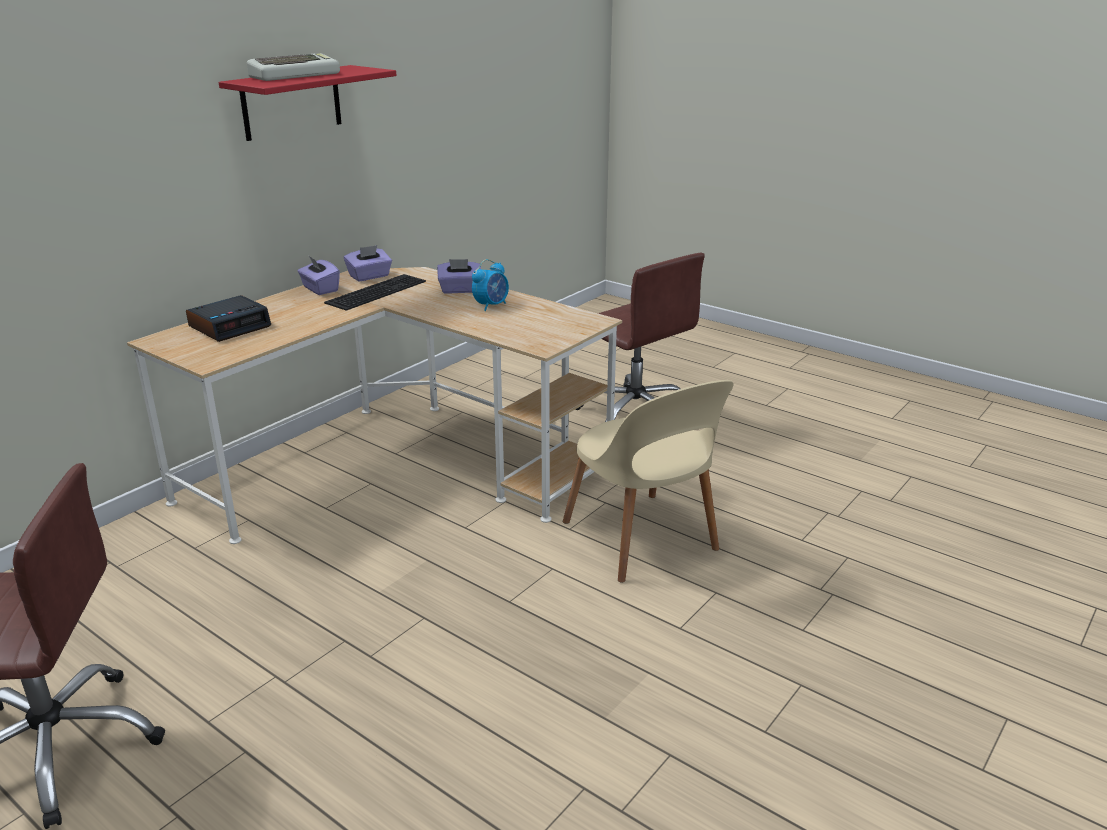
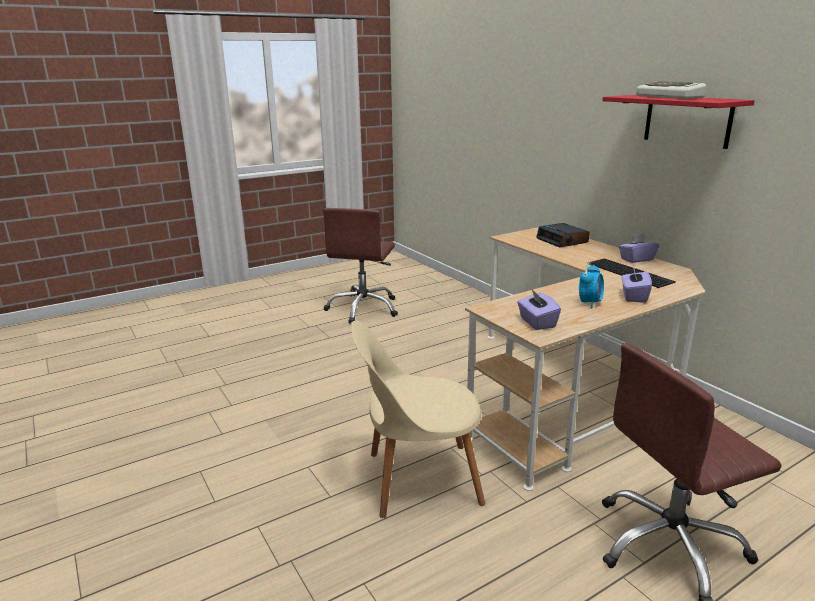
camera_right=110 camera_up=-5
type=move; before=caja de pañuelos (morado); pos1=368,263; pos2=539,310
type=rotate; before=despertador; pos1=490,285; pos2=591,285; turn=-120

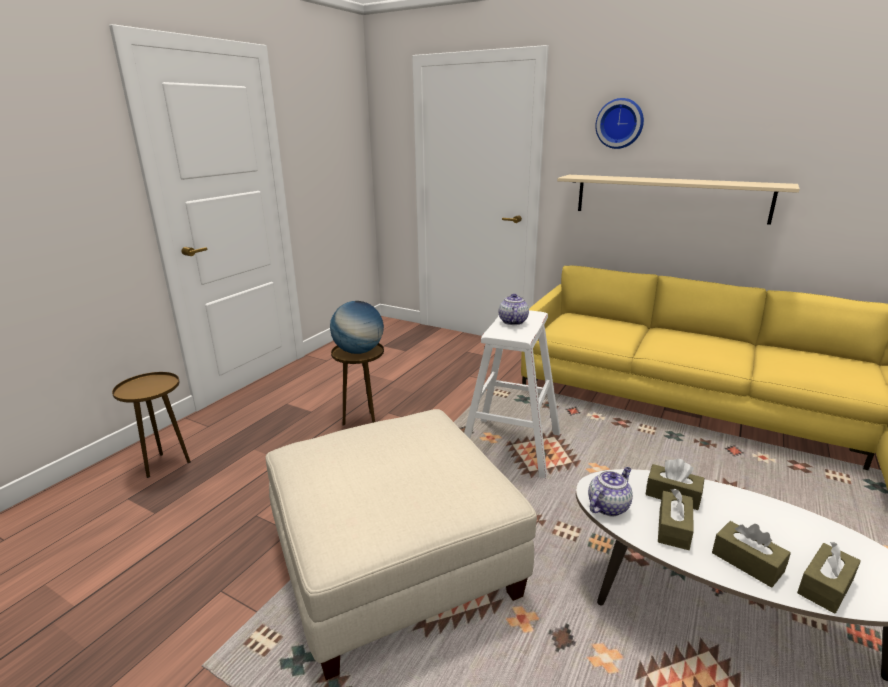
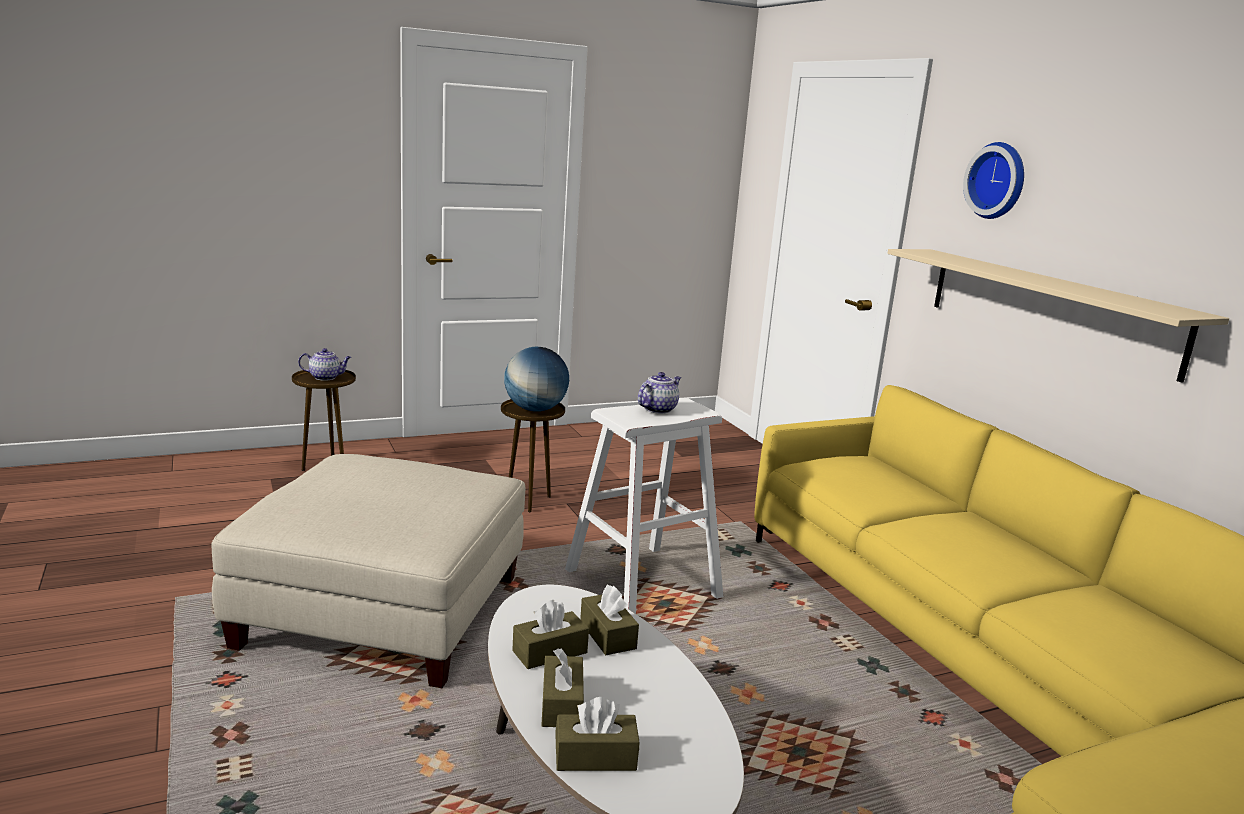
camera_right=35 camera_up=-5
type=move; before=tetera; pos1=610,491; pos2=324,364

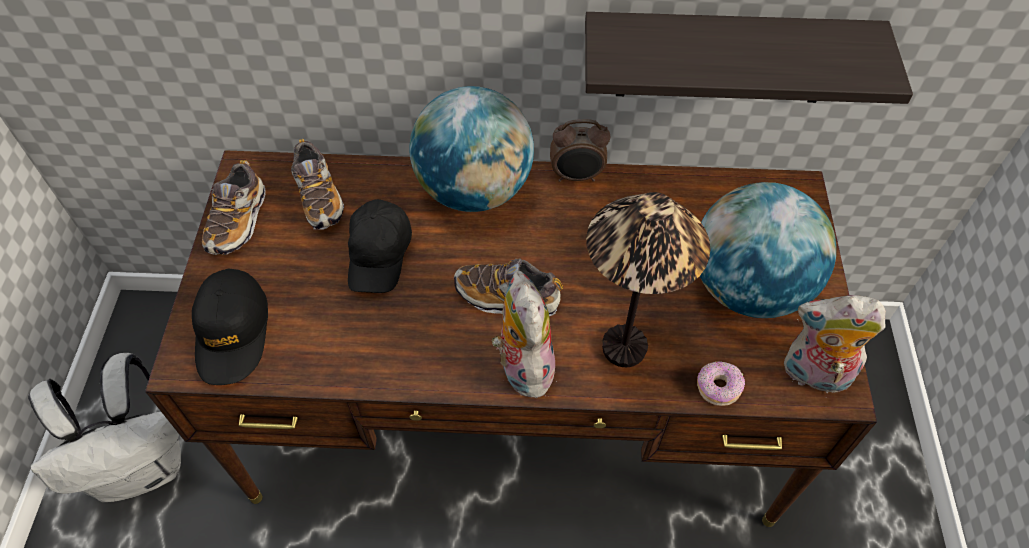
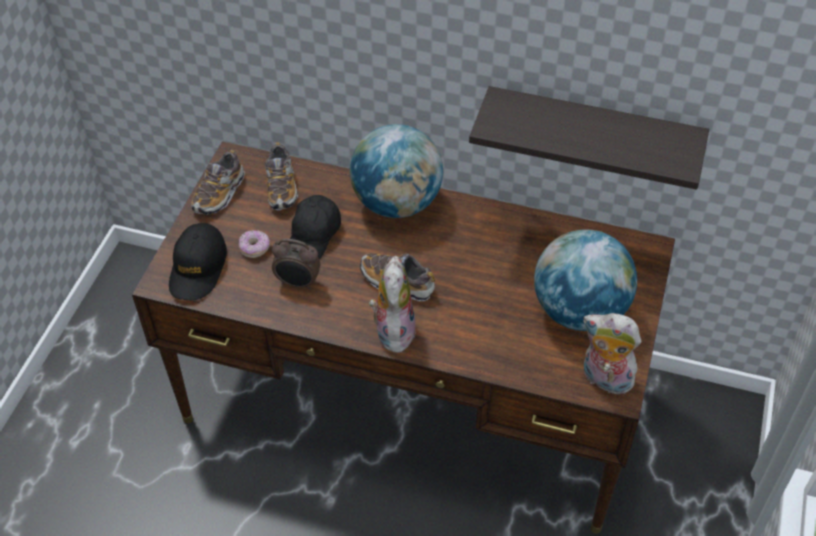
camera_right=15 camera_up=-5
type=delete; before=mochila (blanco); pos1=104,427
type=delete; before=lámpara de mesa; pos1=648,279
type=move; before=despertador; pos1=580,150; pos2=296,264
type=move; before=rosquilla; pos1=721,383; pos2=254,244

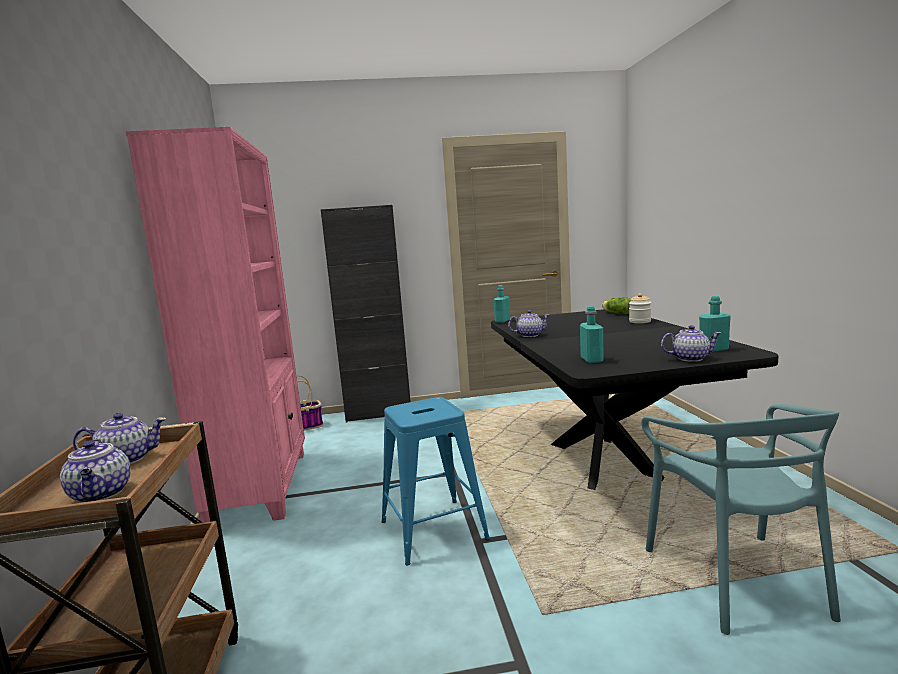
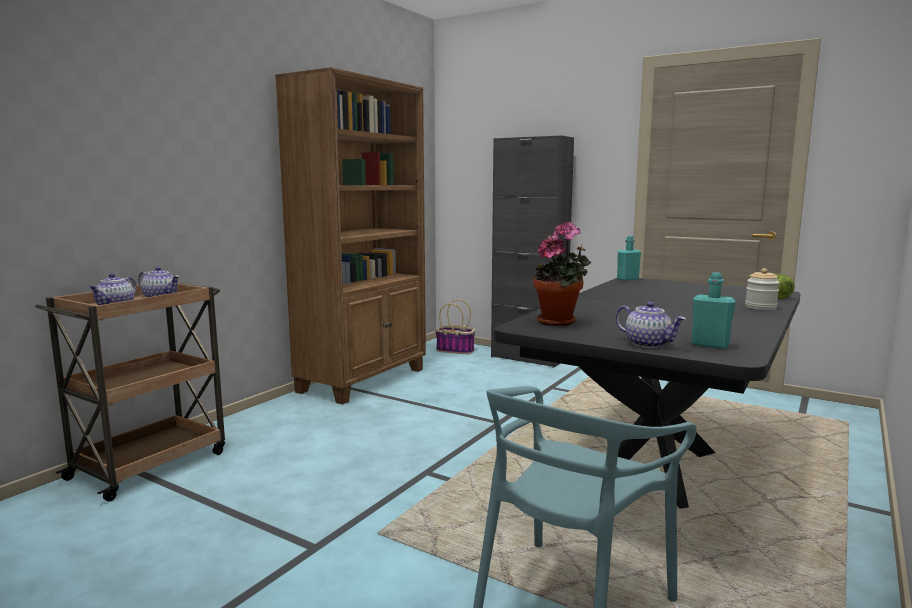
camera_right=40 camera_up=0
type=delete; before=taburete (azul); pos1=436,481
type=delete; before=tetera; pos1=529,323
type=replace; before=botella (turquesa); after=planta en maceta; pos1=592,334; pos2=562,274
type=recolor; before=estantería (rosa); after=estantería (marrón); pos1=215,324; pos2=350,236

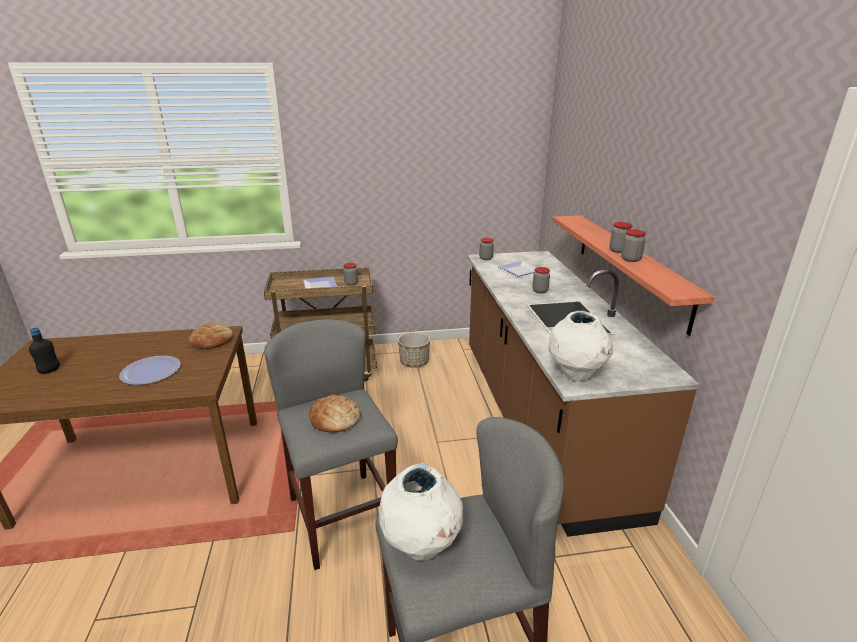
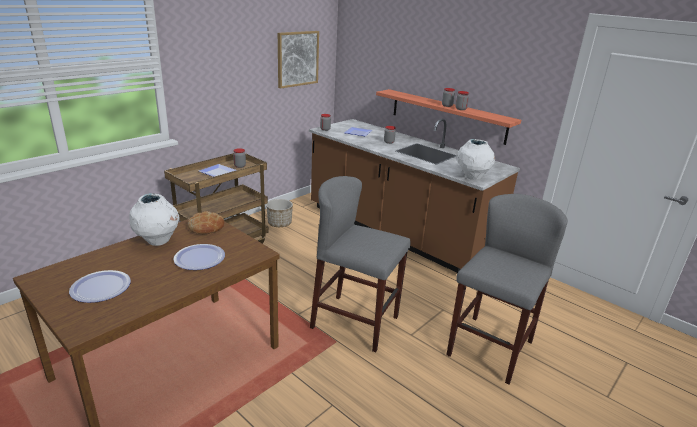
camera_right=-40 camera_up=0
type=delete; before=pan; pos1=335,413
type=insert; after=cuadro; pos2=298,60
type=move; before=florero (blanco); pos1=421,512; pos2=154,219
type=replace; before=botella (negro); after=plato; pos1=44,350; pos2=100,286

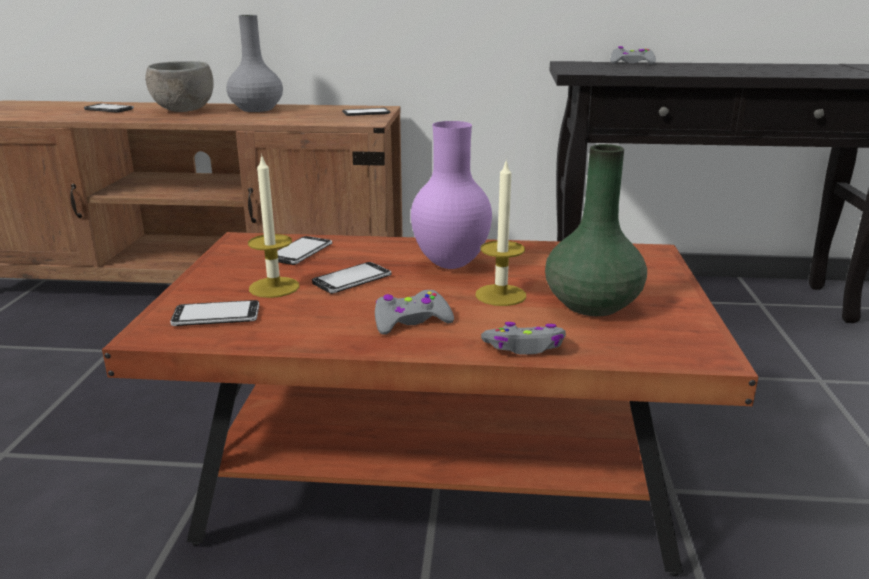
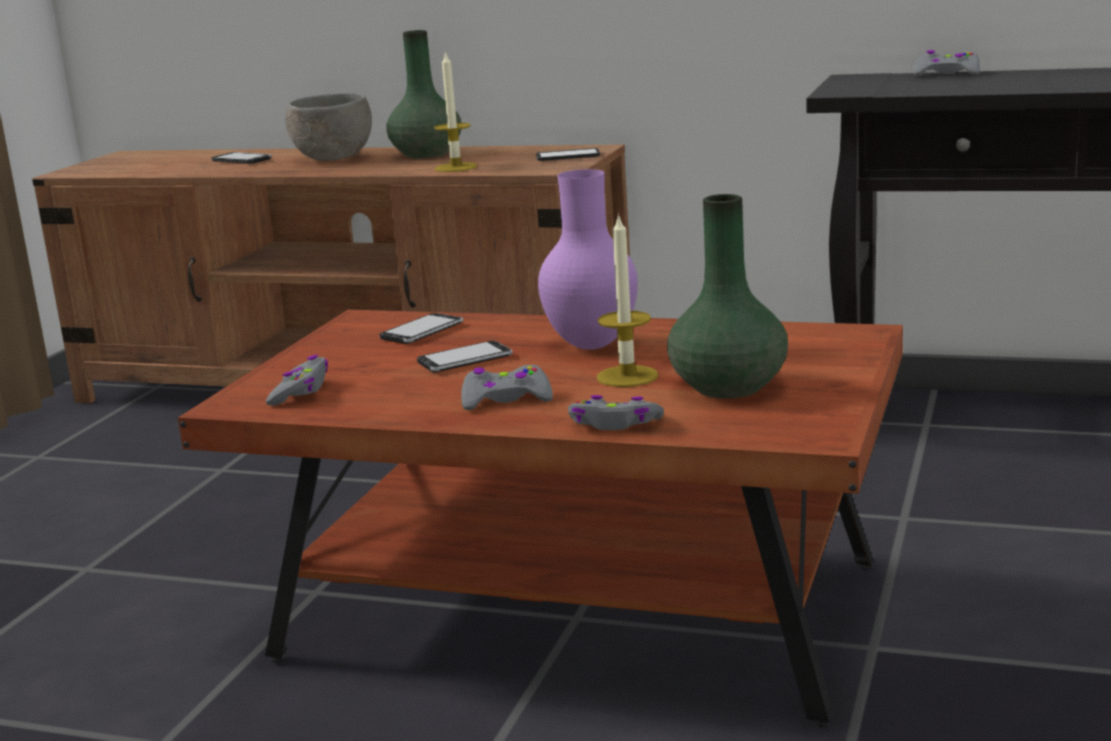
camera_right=15 camera_up=-5
type=move; before=vela; pos1=273,226; pos2=455,111
type=replace; before=móvil; after=mando de consola (gris); pos1=214,313; pos2=297,380
type=recolor; before=florero (gris); after=florero (verde); pos1=254,63; pos2=423,94

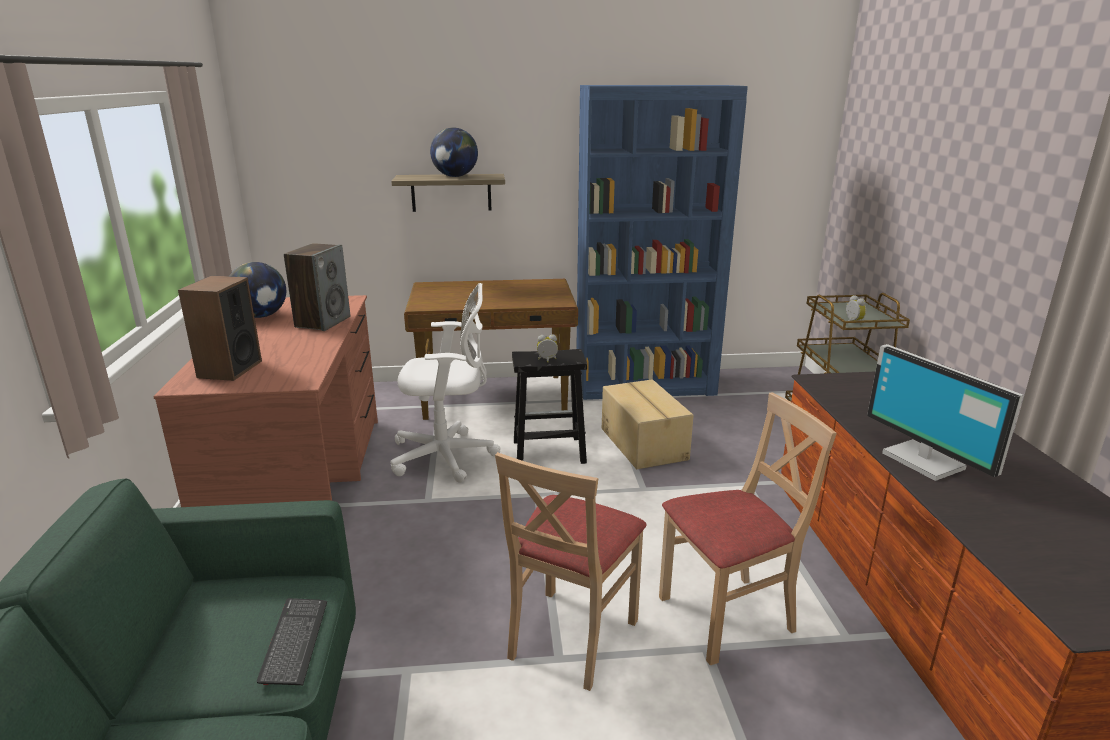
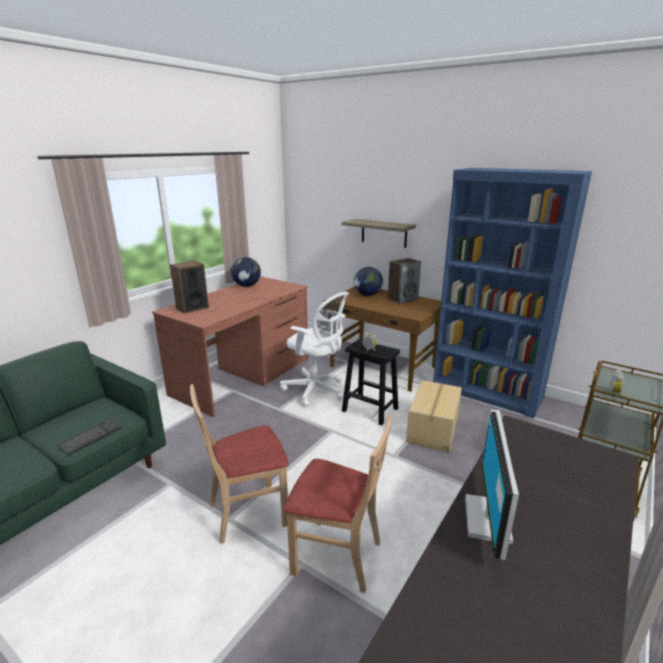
camera_right=40 camera_up=0
type=move; before=altavoz; pos1=317,287; pos2=404,281
type=move; before=globo terráqueo; pos1=454,152; pos2=368,281

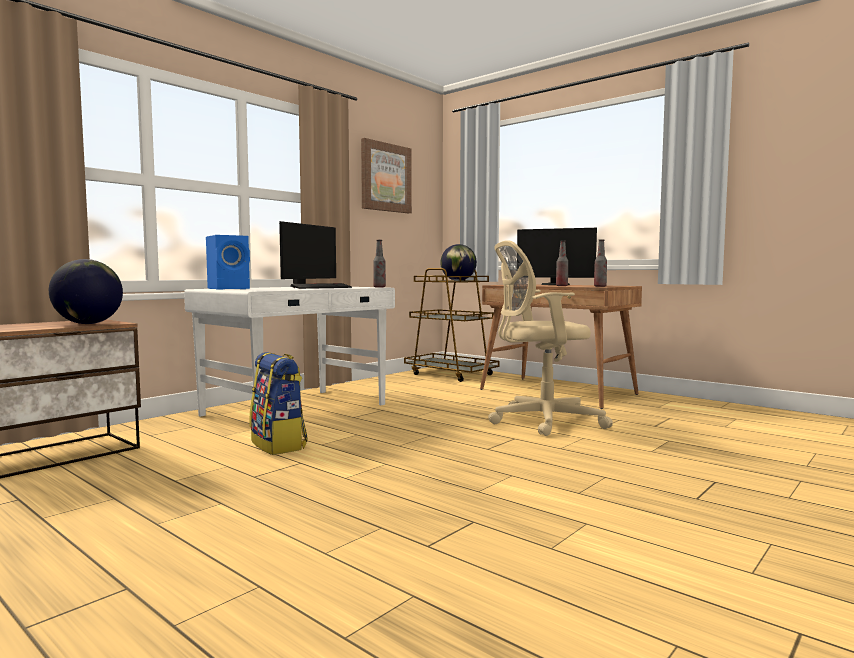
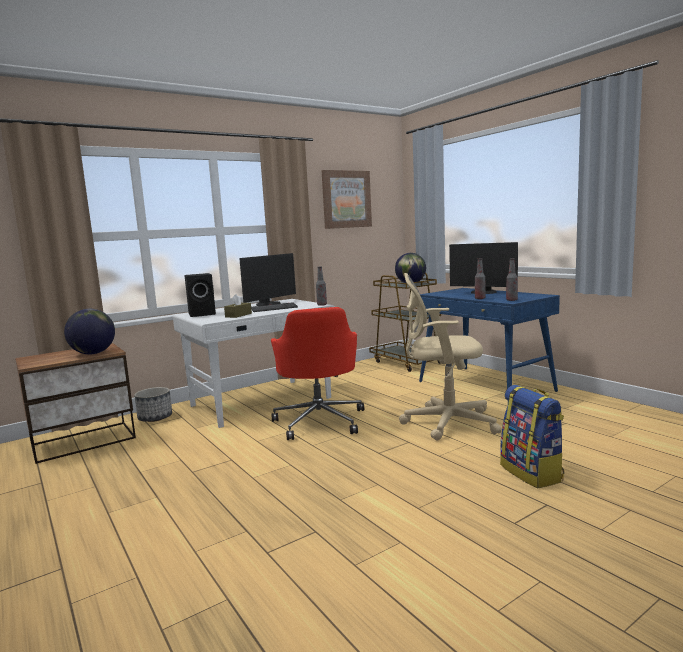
camera_right=15 camera_up=5
type=insert; after=maceta; pos2=153,404
type=insert; after=caja de pañuelos (marrón); pos2=238,306
type=insert; after=silla de oficina (rojo); pos2=317,373
type=move; before=mochila; pos1=278,403; pos2=532,436
type=recolor; before=altavoz (azul); after=altavoz (negro); pos1=228,262; pos2=200,295
type=recolor; before=escritorio (marrón); after=escritorio (azul); pos1=561,346; pos2=489,345

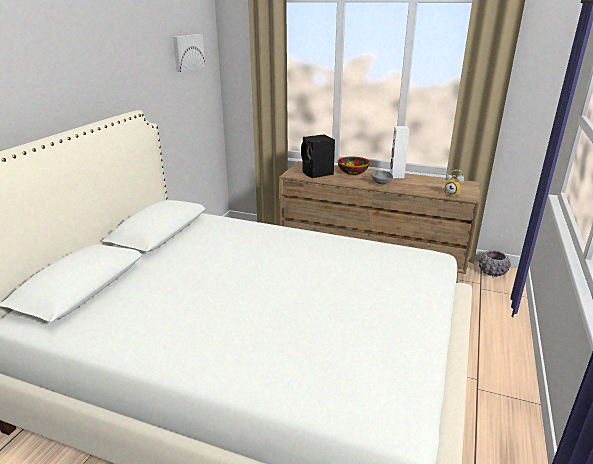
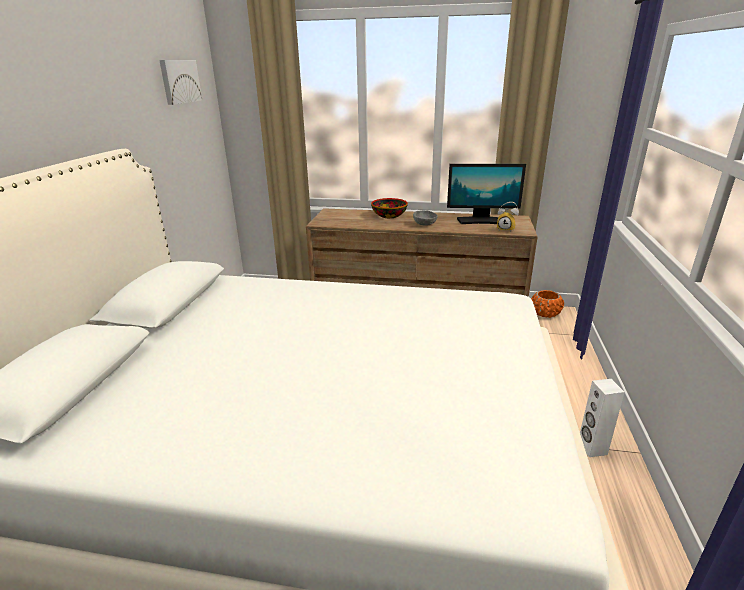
camera_right=-10 camera_up=0
type=delete; before=altavoz (negro); pos1=318,156
type=insert; after=monitor; pos2=486,194
type=move; before=altavoz (blanco); pos1=400,152; pos2=602,418
type=recolor; before=maceta (gris); after=maceta (naranja); pos1=495,264; pos2=547,304

